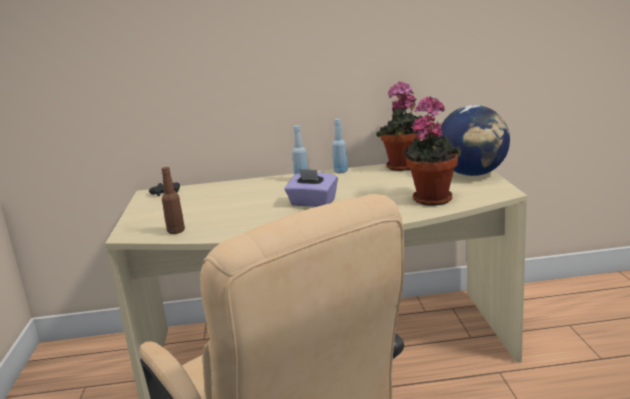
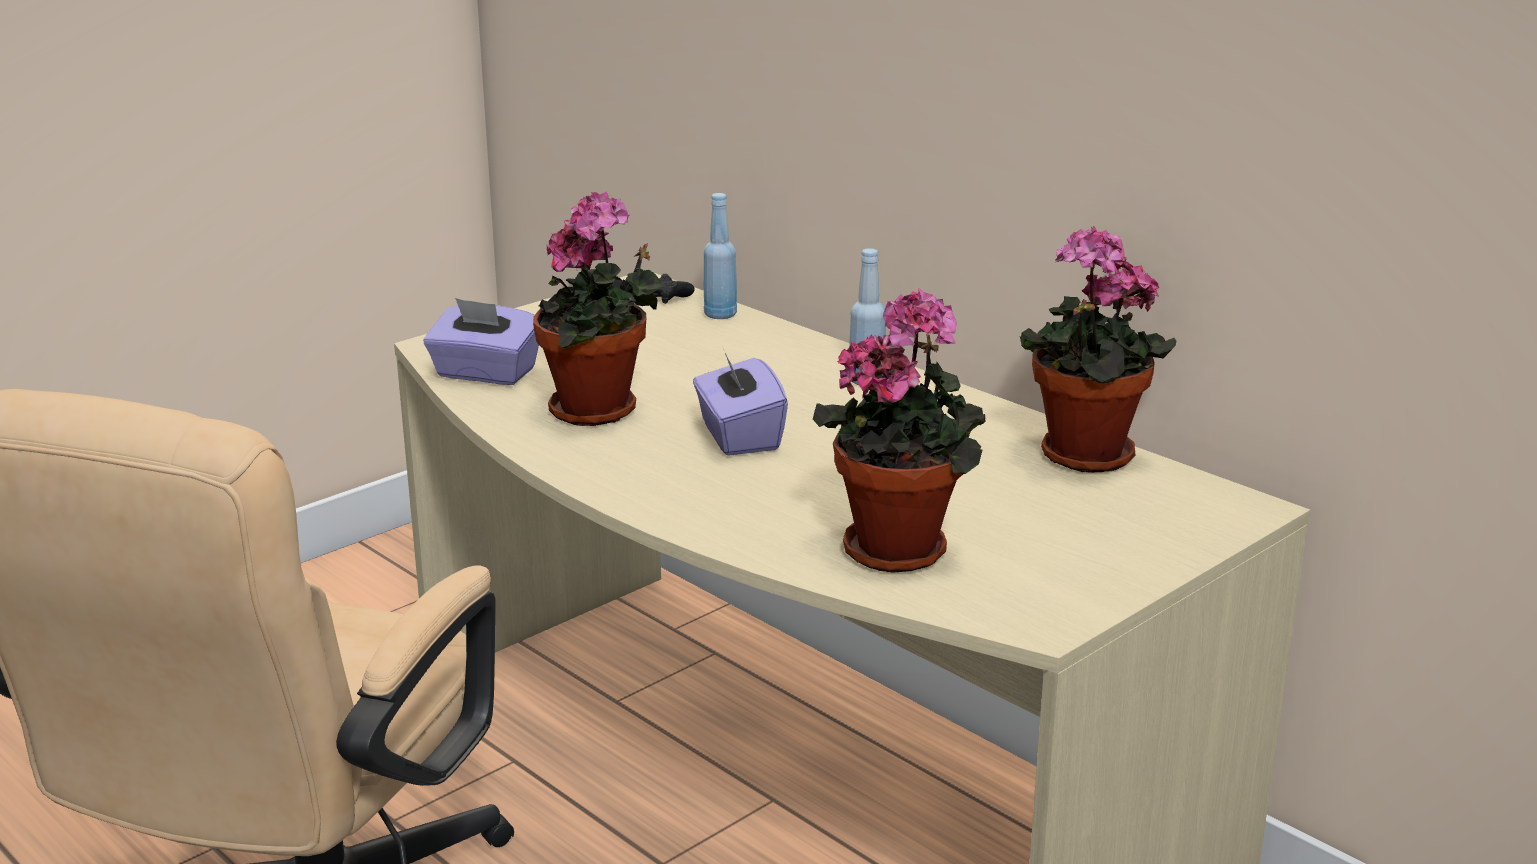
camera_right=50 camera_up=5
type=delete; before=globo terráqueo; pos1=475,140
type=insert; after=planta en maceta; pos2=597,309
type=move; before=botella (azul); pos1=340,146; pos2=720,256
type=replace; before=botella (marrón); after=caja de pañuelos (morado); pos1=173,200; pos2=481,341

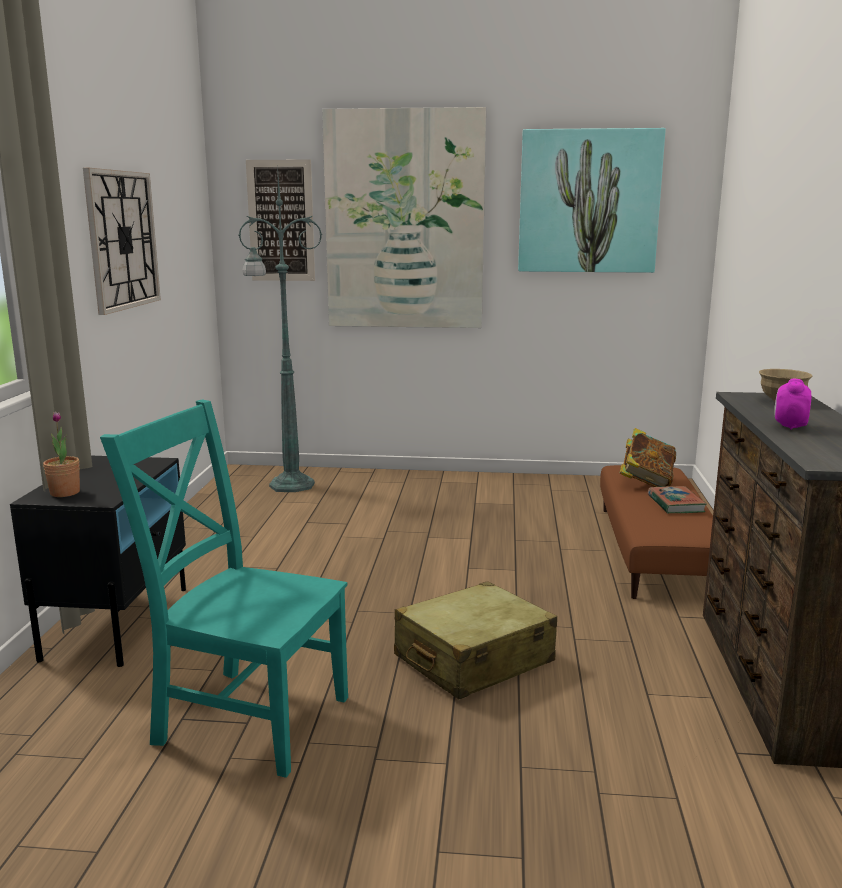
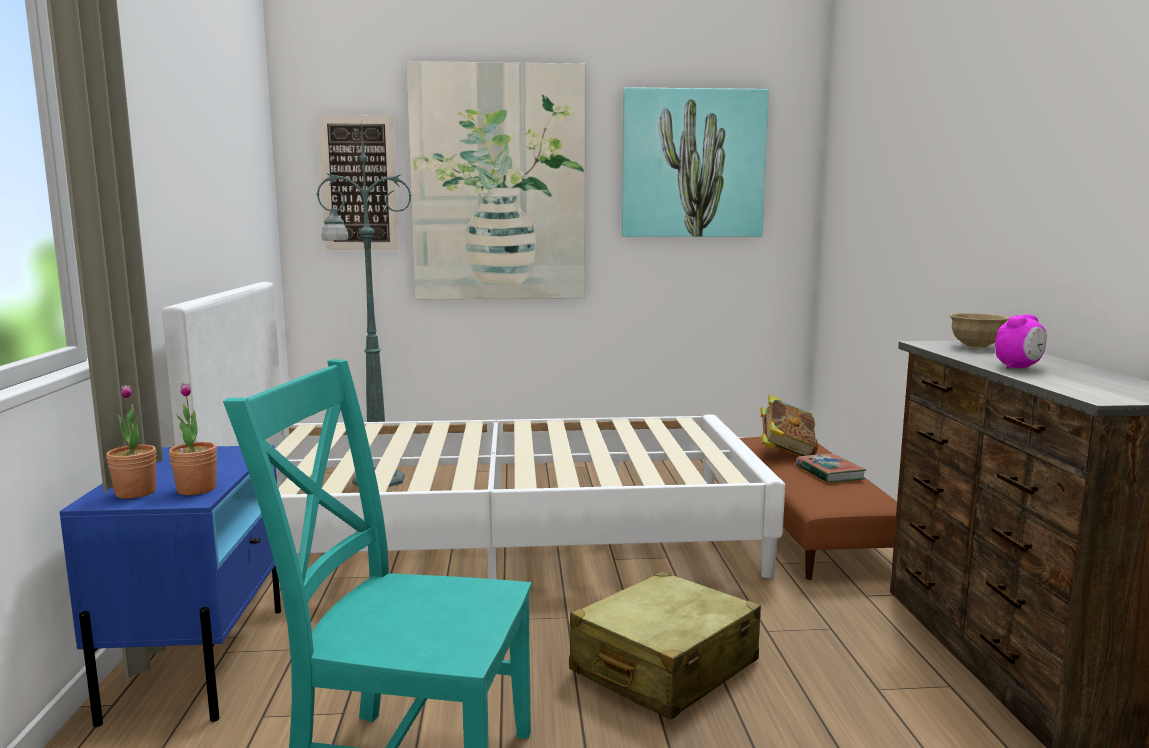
camera_right=-10 camera_up=-5
type=delete; before=reloj de pared; pos1=122,241
type=insert; after=cama (blanco); pos2=473,430
type=insert; after=planta en maceta; pos2=193,439
type=recolor; before=mesita de noche (negro); after=mesita de noche (azul); pos1=98,561; pos2=170,586
type=rotate; before=despertador; pos1=792,404; pos2=1021,341; turn=-135

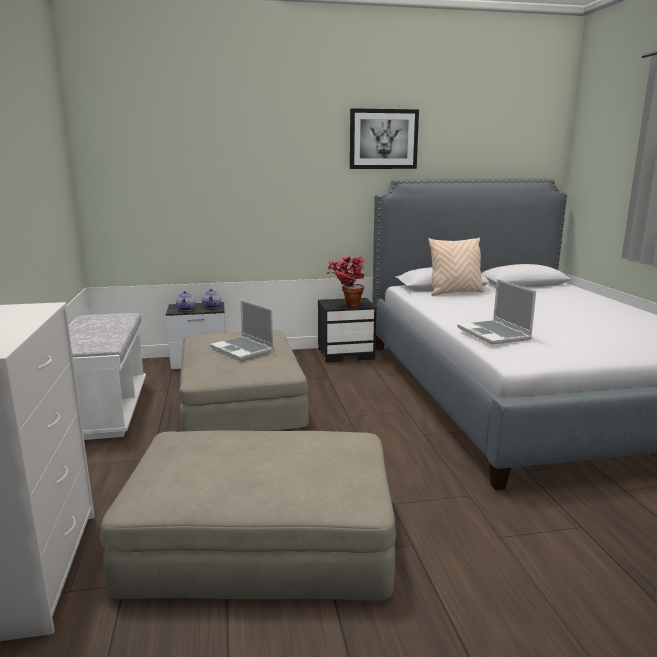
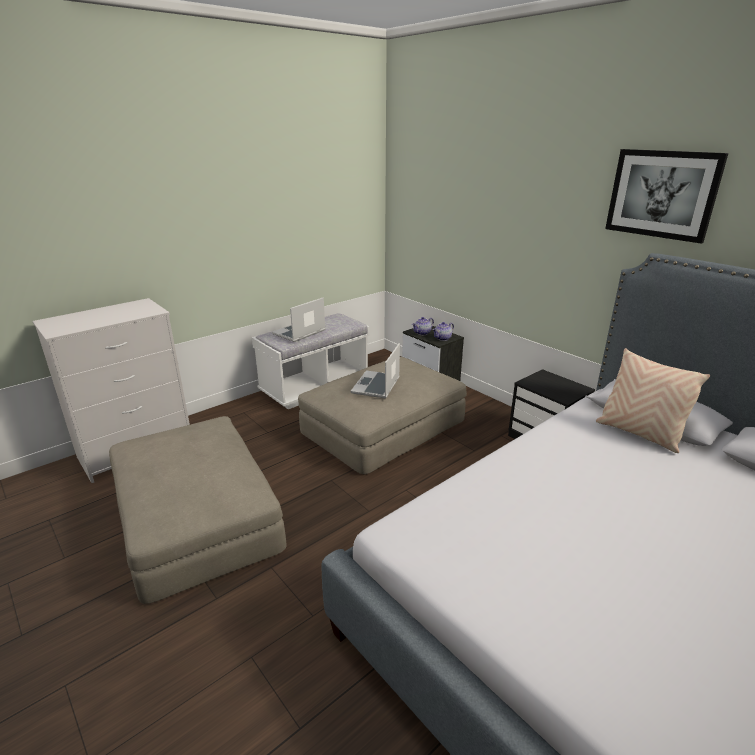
camera_right=60 camera_up=10
type=delete; before=planta en maceta; pos1=346,281
type=move; before=portátil; pos1=496,312; pos2=299,319

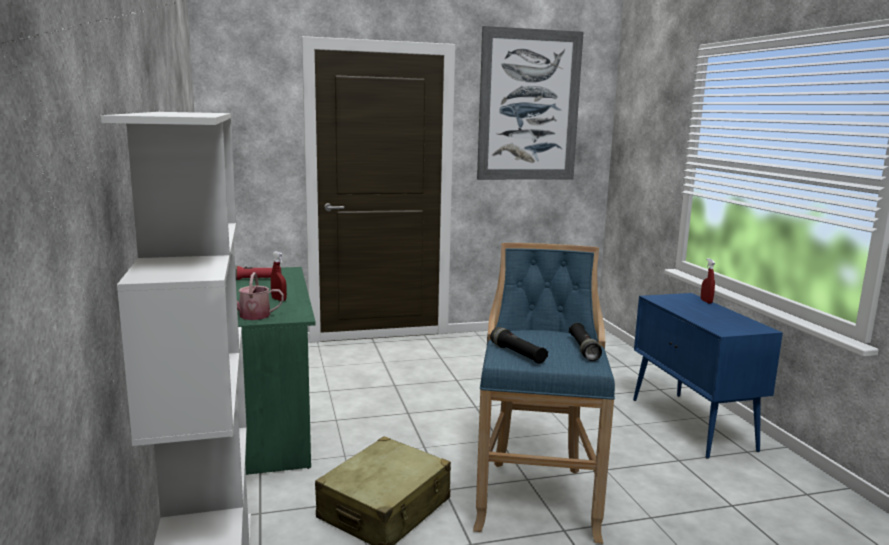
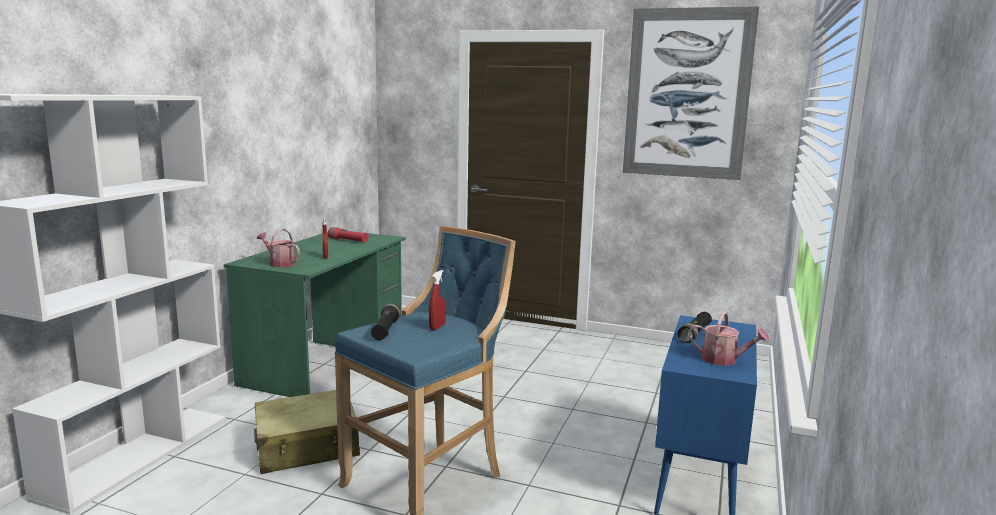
camera_right=35 camera_up=0
type=insert; after=regadera; pos2=729,338
type=move; before=linterna (negro); pos1=585,342; pos2=695,327
type=move; before=pulverizador (rojo); pos1=708,281; pos2=437,300

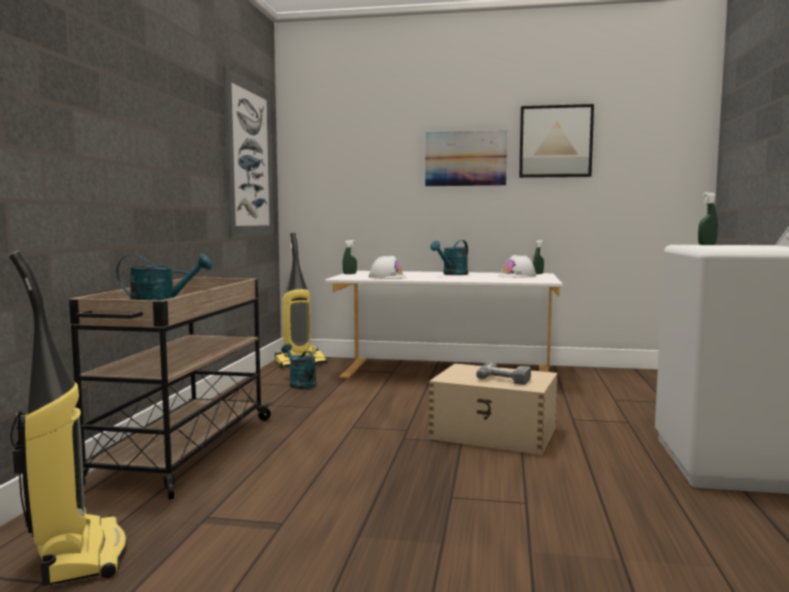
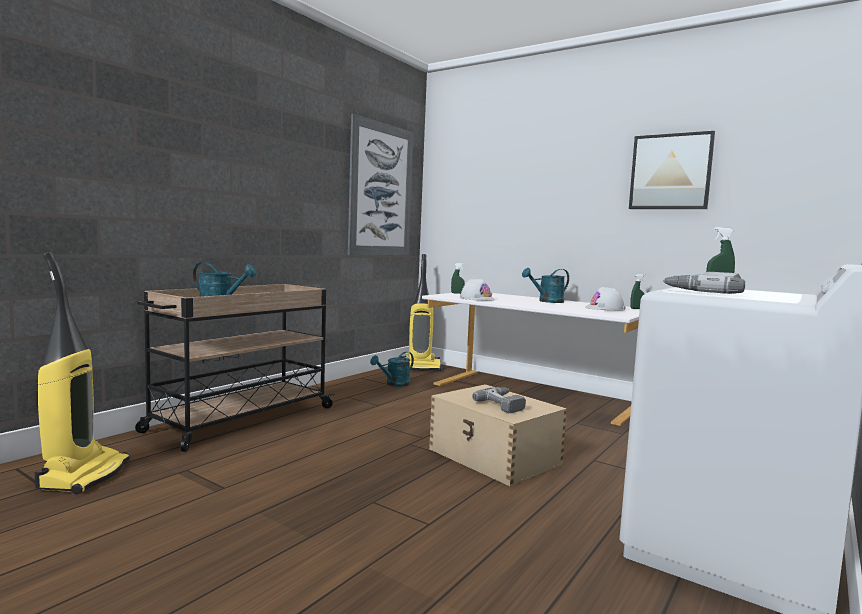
camera_right=25 camera_up=0
type=delete; before=cuadro; pos1=466,158
type=insert; after=taladro; pos2=704,283
type=rotate; before=regadera (turquesa); pos1=298,366; pos2=392,369; turn=-120

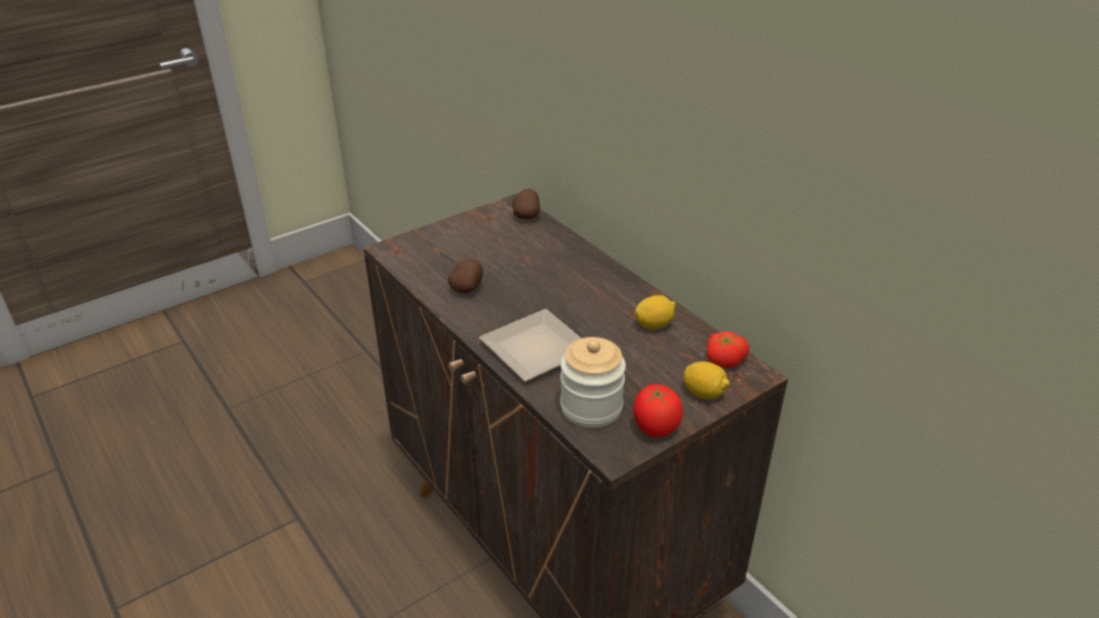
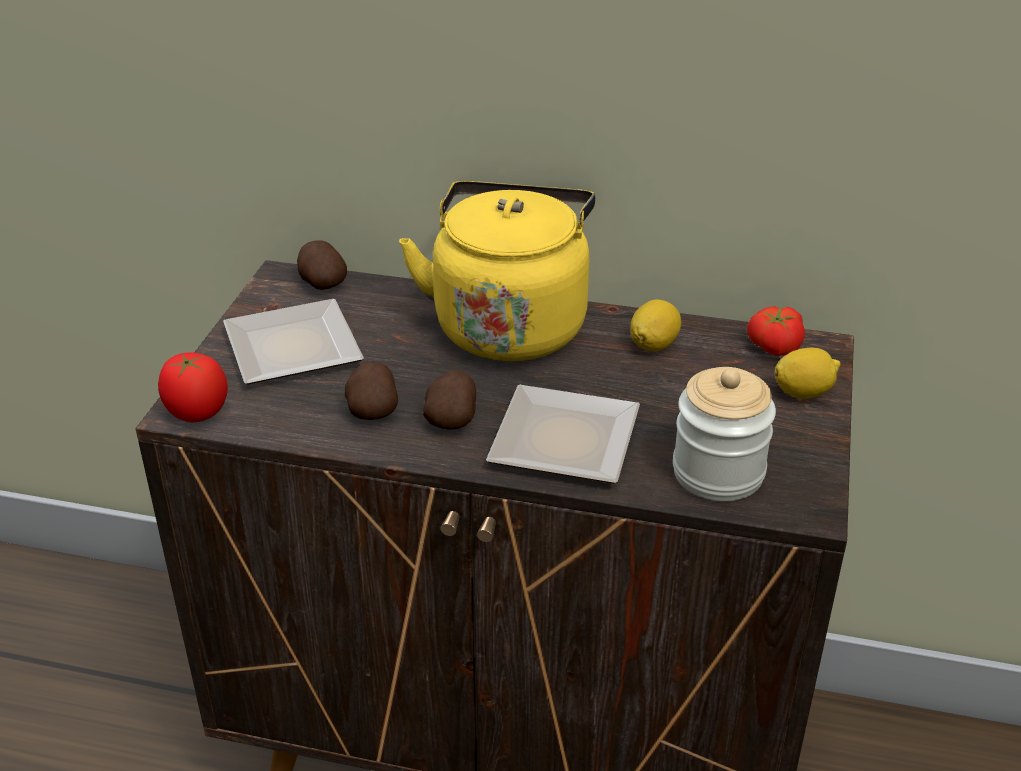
camera_right=-40 camera_up=0
type=insert; after=plato; pos2=293,342
type=insert; after=hervidor (amarillo); pos2=497,271
type=insert; after=patata; pos2=449,399
type=move; before=tomate; pos1=658,410; pos2=193,387

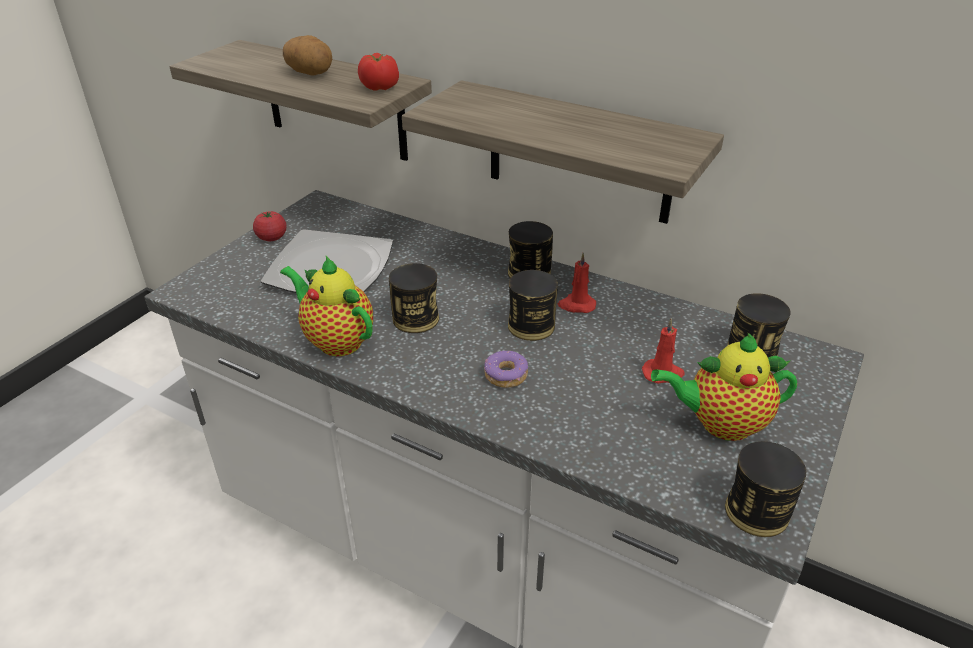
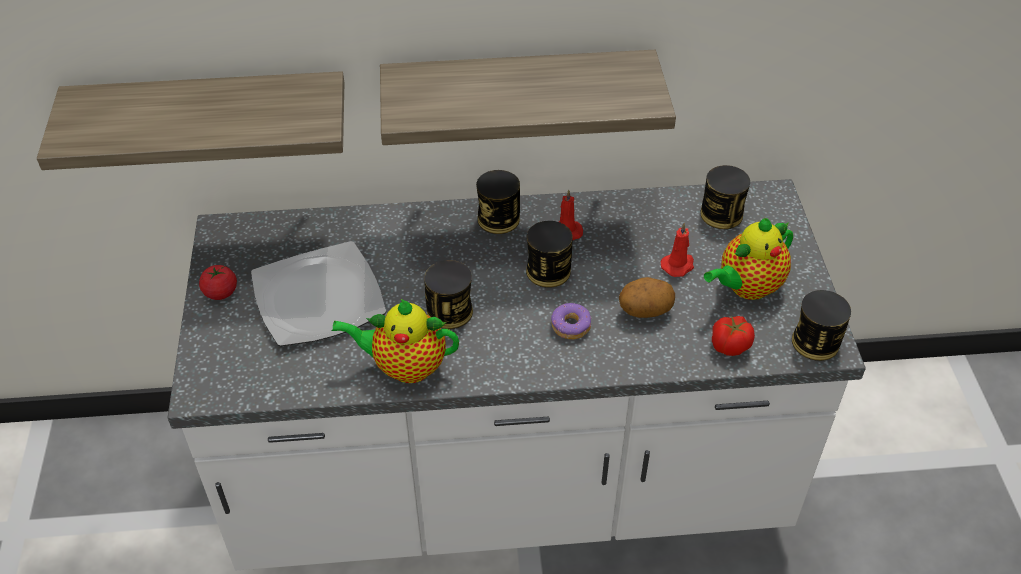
camera_right=-35 camera_up=10
type=move; before=patata; pos1=307,55; pos2=647,297
type=move; before=tomate; pos1=378,72; pos2=733,336

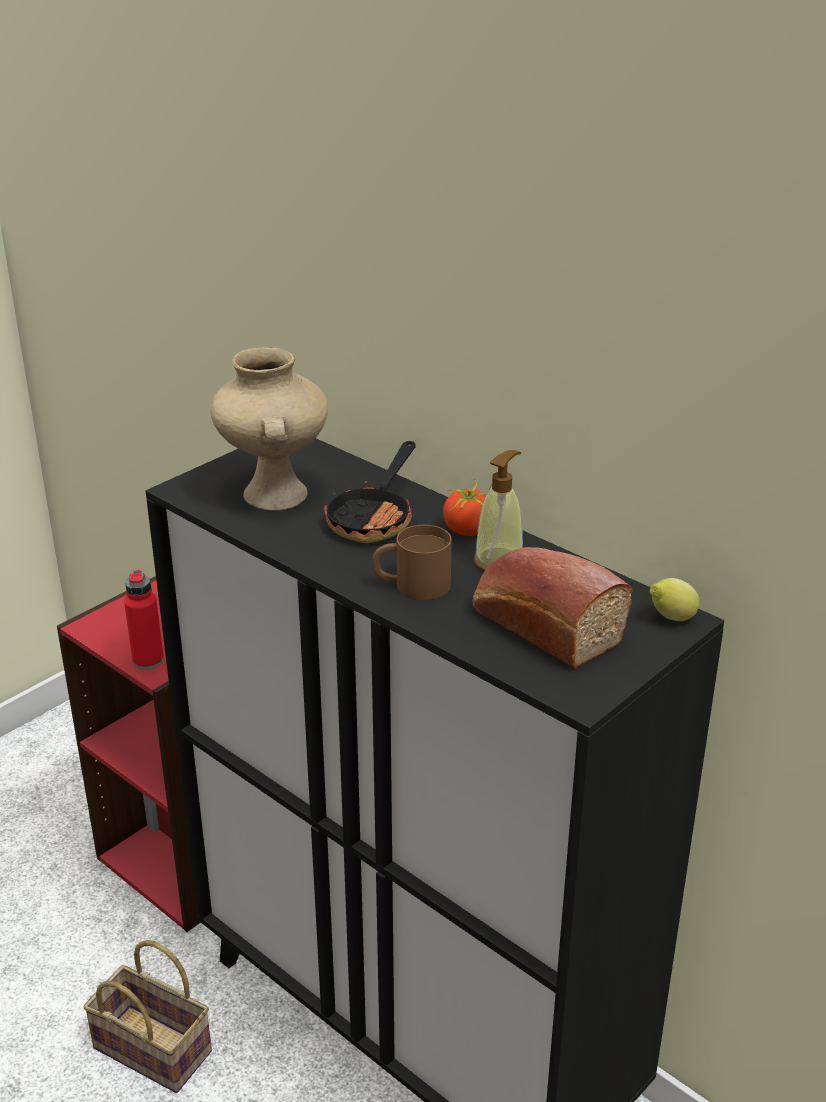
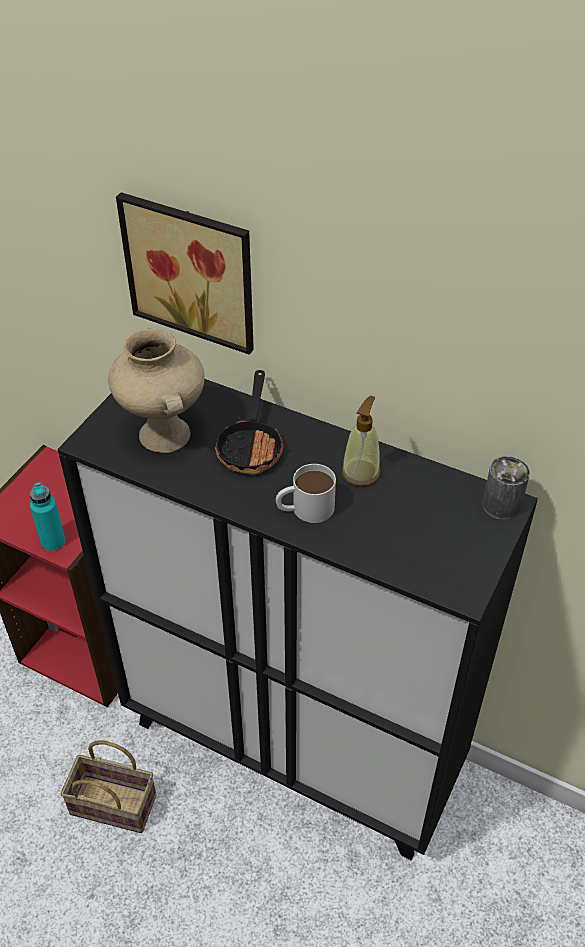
camera_right=-15 camera_up=15
type=delete; before=tomate; pos1=467,507
type=delete; before=pan; pos1=552,608
type=insert; after=cuadro; pos2=185,273
type=replace; before=limón; after=lata; pos1=674,599; pos2=506,488
type=recolor; before=botella (rojo); after=botella (turquesa); pos1=144,620; pos2=48,516
type=recolor; before=taza grande (marrón); after=taza grande (blanco); pos1=412,562; pos2=306,493

